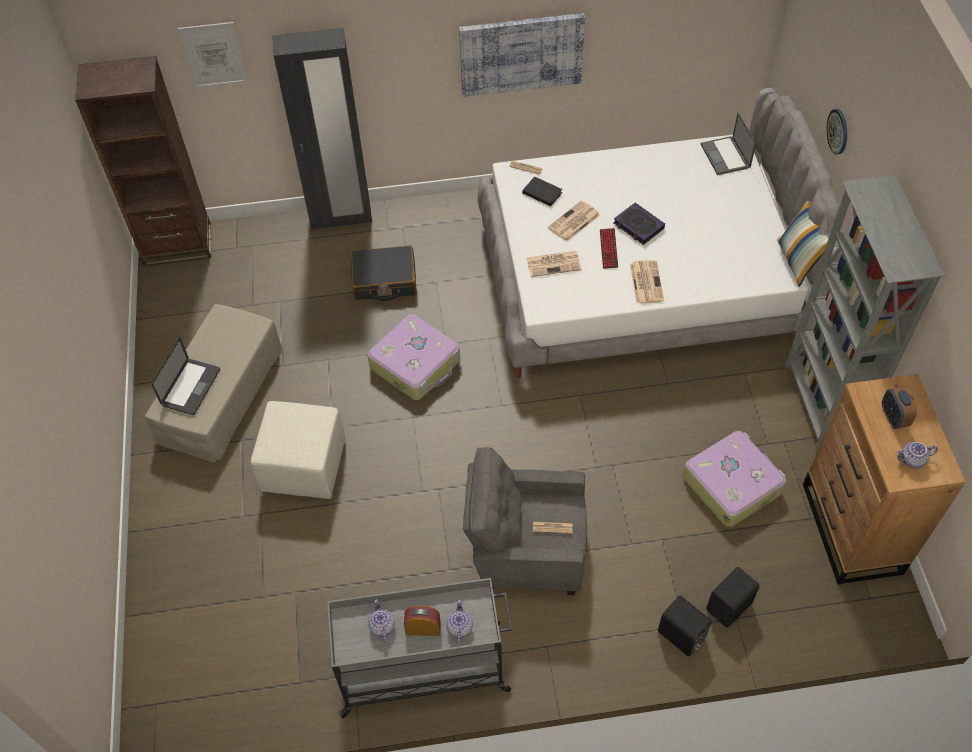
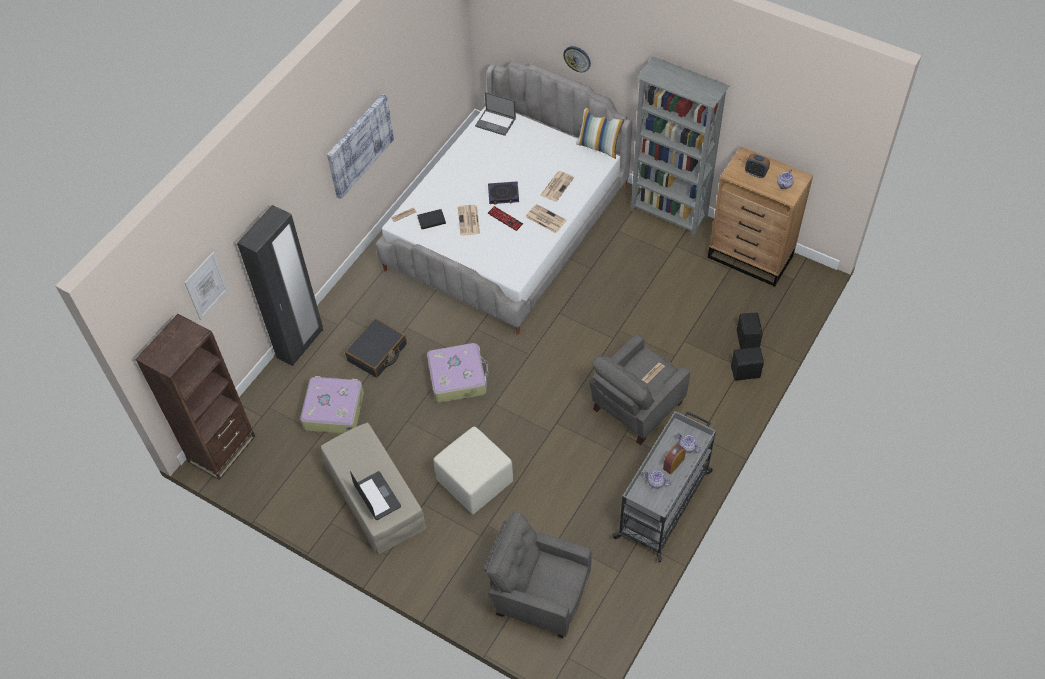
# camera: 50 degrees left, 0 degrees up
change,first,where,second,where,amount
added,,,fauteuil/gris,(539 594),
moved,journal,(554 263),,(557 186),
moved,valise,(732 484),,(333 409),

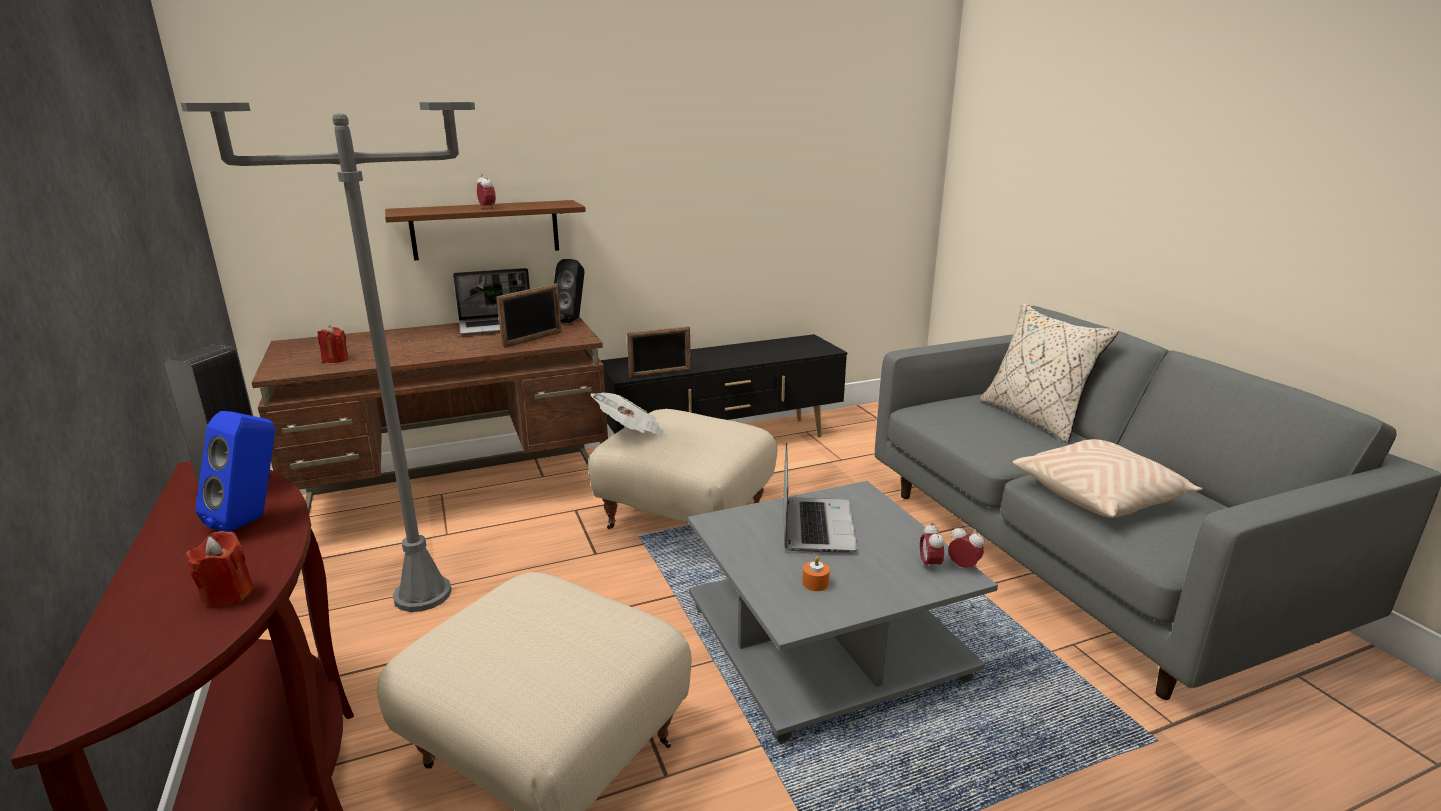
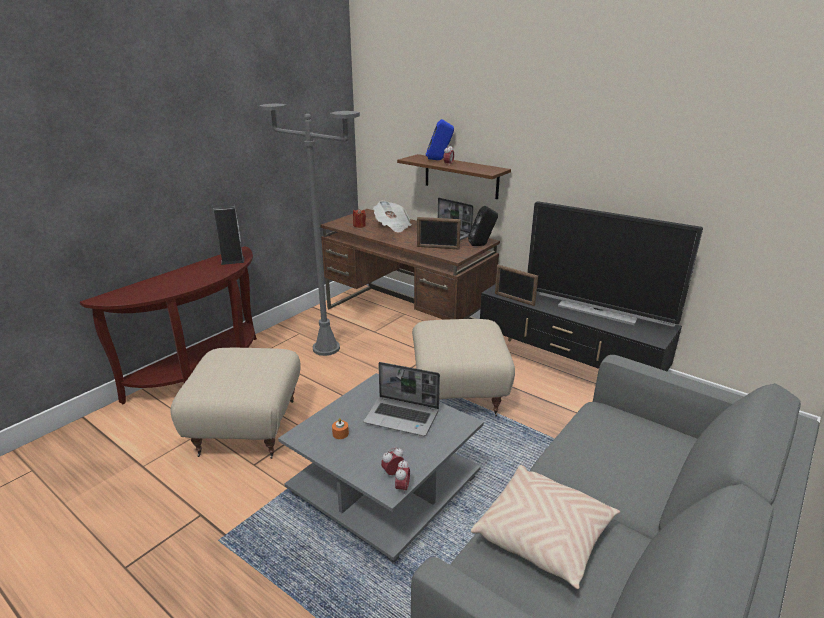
# camera: 60 degrees right, 5 degrees up
change,first,where,second,where,amount
removed,bougie/rouge,(228 594),,,
removed,coussin/beige,(1035 418),,,
added,,,téléviseur,(598 311),
moved,enceinte/bleu,(252 520),,(439 160),
moved,journal,(631 432),,(392 226),
turned,ordinateur portable,(815 526),,(403 417),45 degrees clockwise

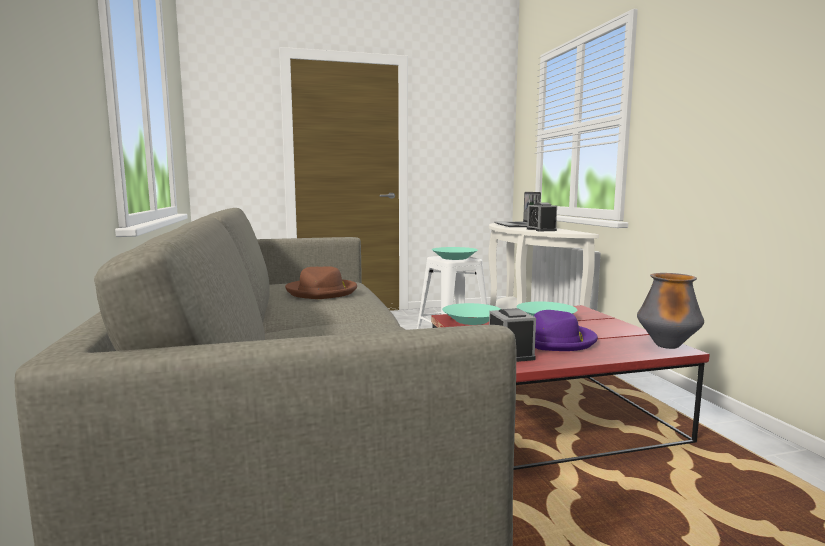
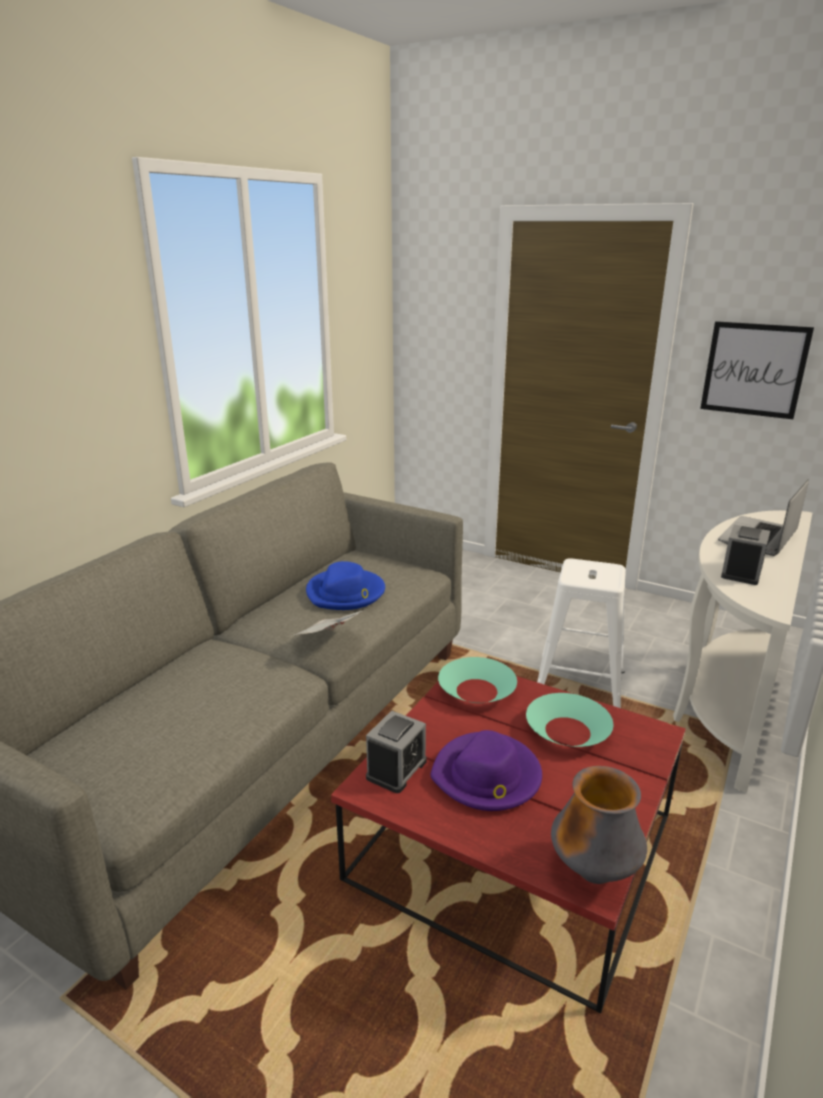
# camera: 45 degrees right, 15 degrees up
change,first,where,second,where,amount
removed,bol/turquoise,(454 258),,,
added,,,journal,(329 641),
added,,,tableau,(754 369),
recoloured,chapeau/marron,(322 292),chapeau/bleu,(346 593),

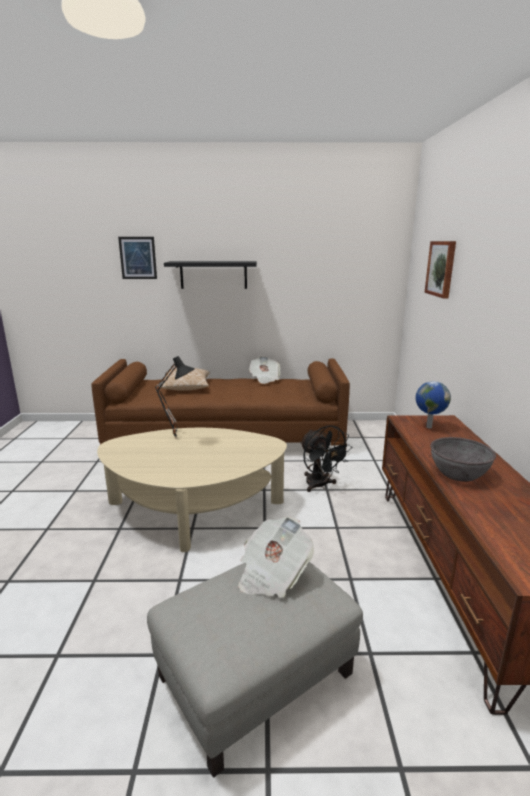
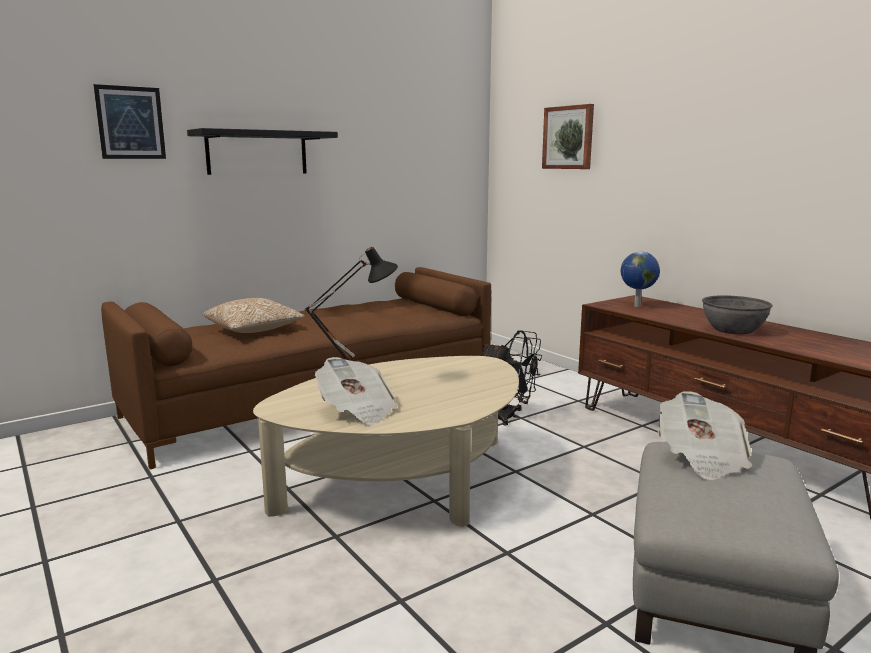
# camera: 35 degrees left, 5 degrees down
change,first,where,second,where,amount
moved,journal,(264 378),,(357 411),

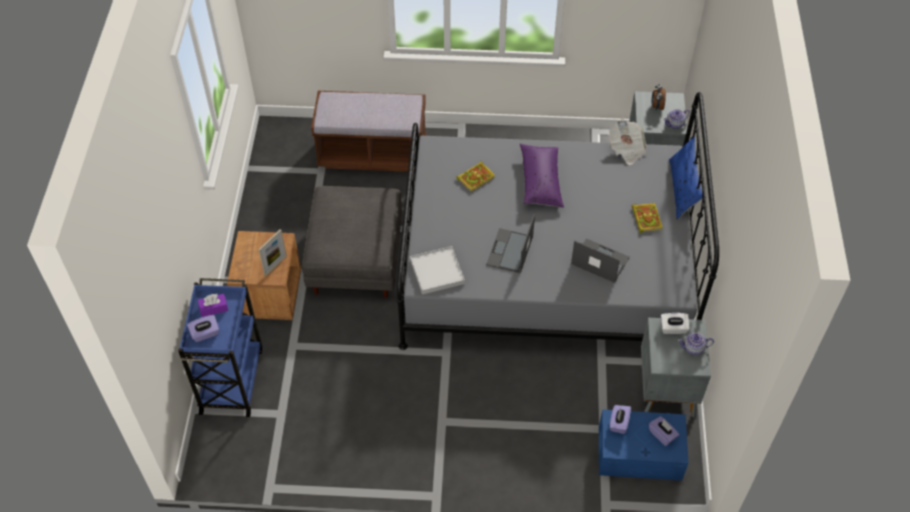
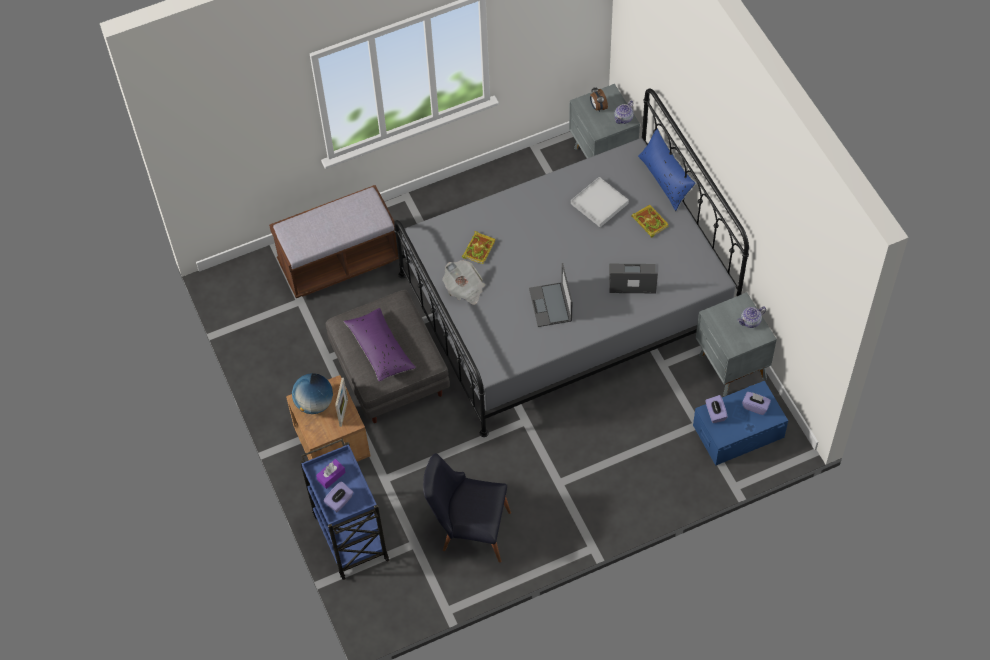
# camera: 25 degrees left, 5 degrees up
change,first,where,second,where,amount
removed,boîte à mouchoirs/blanc,(673 328),,,
added,,,globe,(314 403),
added,,,chaise/noir,(469 529),
moved,plateau/blanc,(437 271),,(599 203),
moved,coussin/violet,(540 181),,(380 349),
moved,journal,(626 149),,(464 289),

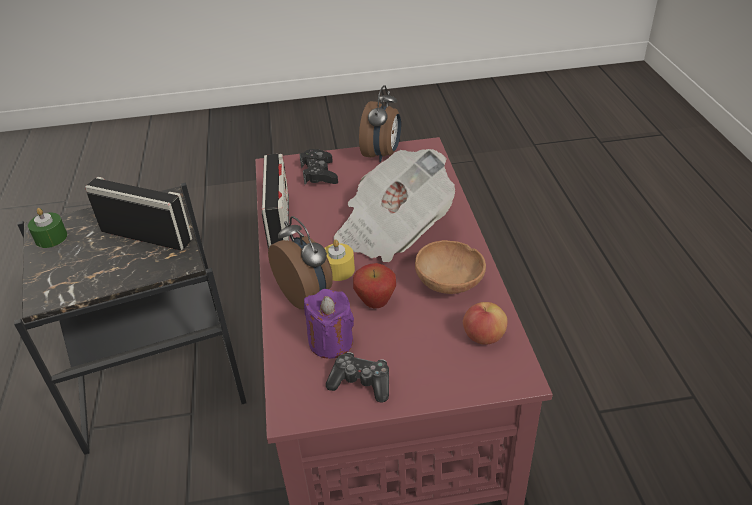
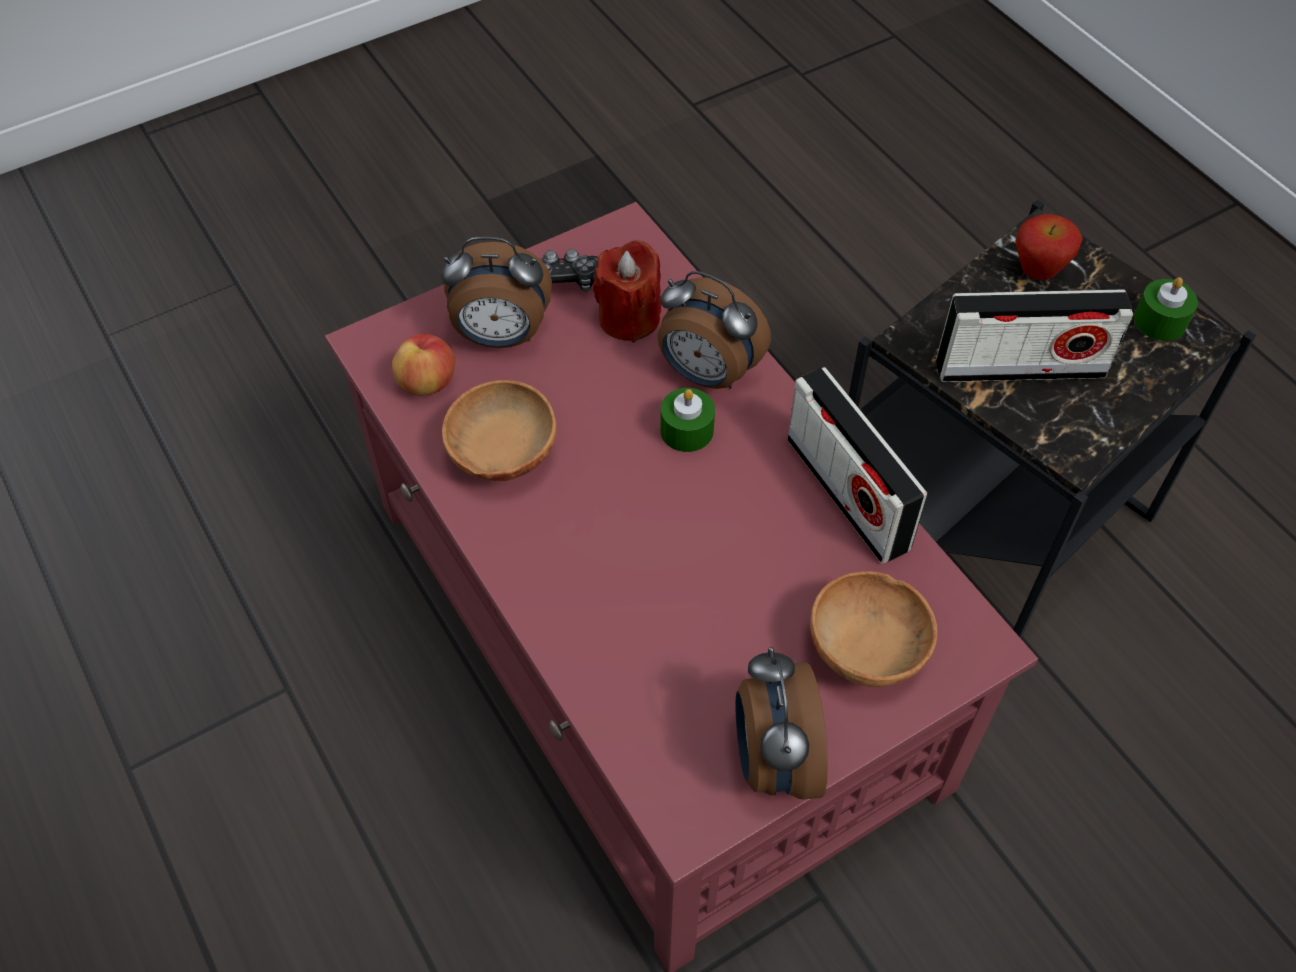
# camera: 155 degrees right, 15 degrees up
change,first,where,second,where,amount
removed,journal,(392 230),,,
added,,,réveil,(501 337),
moved,pomme,(375 304),,(1037 272),
replaced,manette/noir,(319 173),bol/marron,(869 649),
recoloured,bougie/violet,(331 342),bougie/rouge,(629 318),
recoloured,bougie/jaune,(338 270),bougie/vert,(687 430),

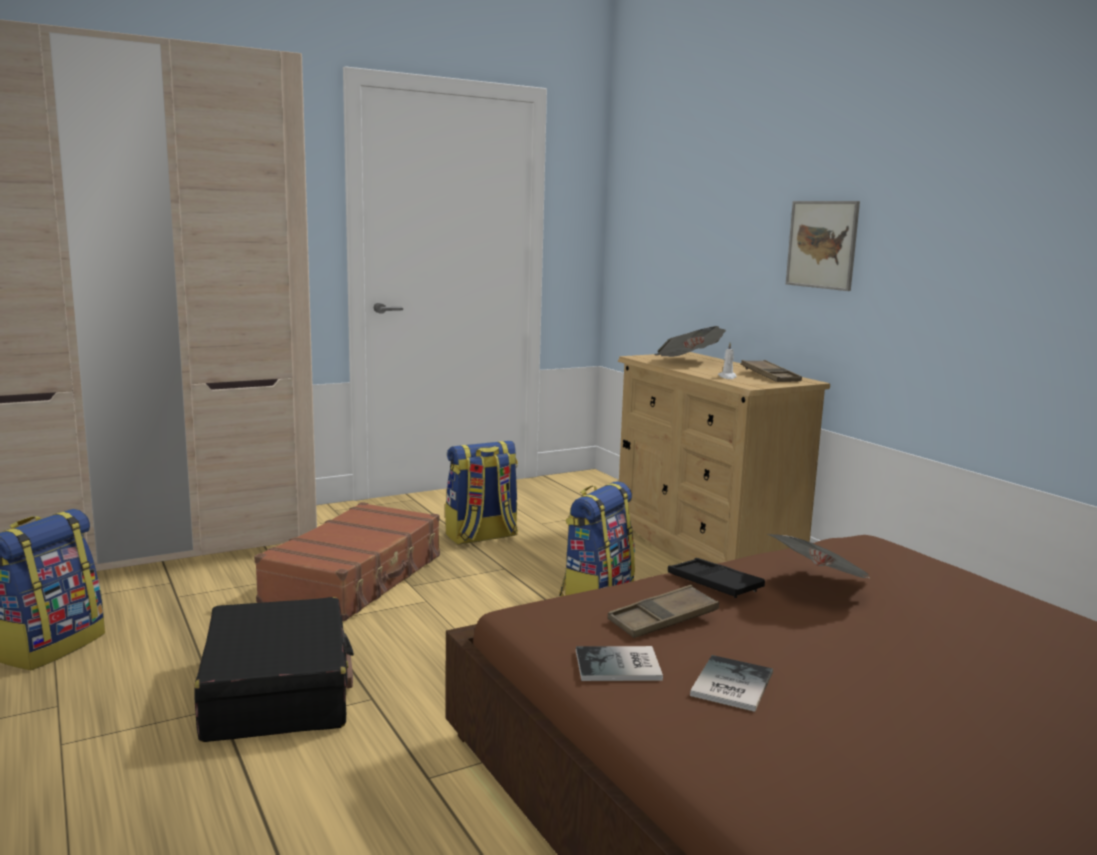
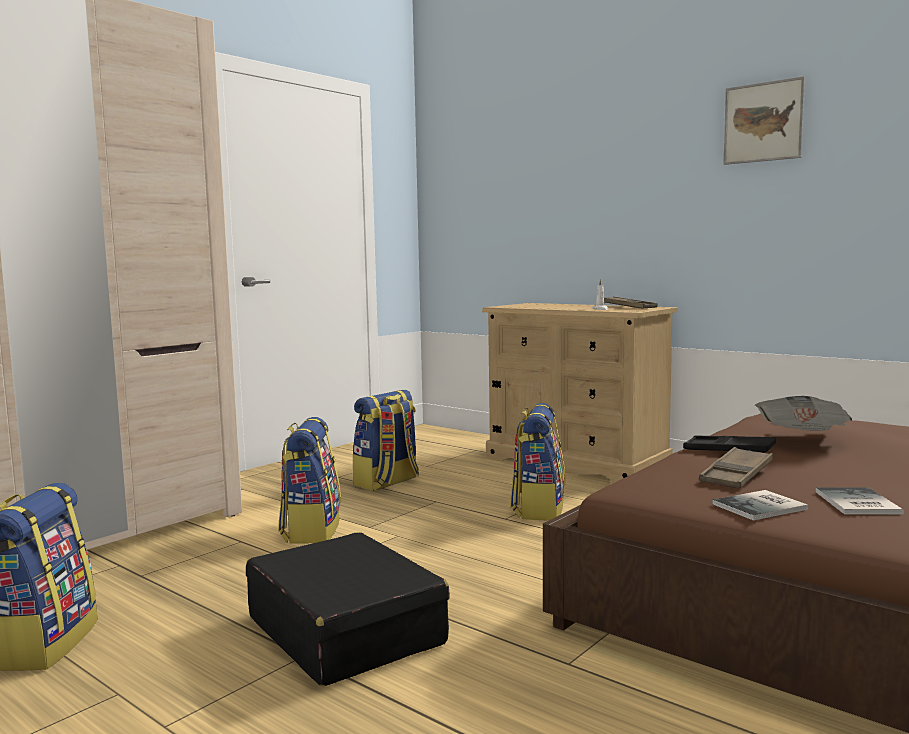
# camera: 20 degrees left, 5 degrees down
change,first,where,second,where,amount
removed,journal,(688 361),,,
moved,tableau,(822 244),,(763 122),
replaced,valise/marron,(356 579),sac à dos,(311 530),

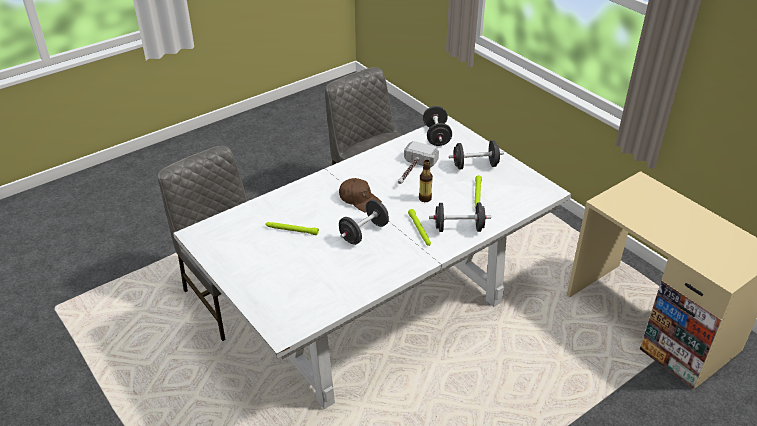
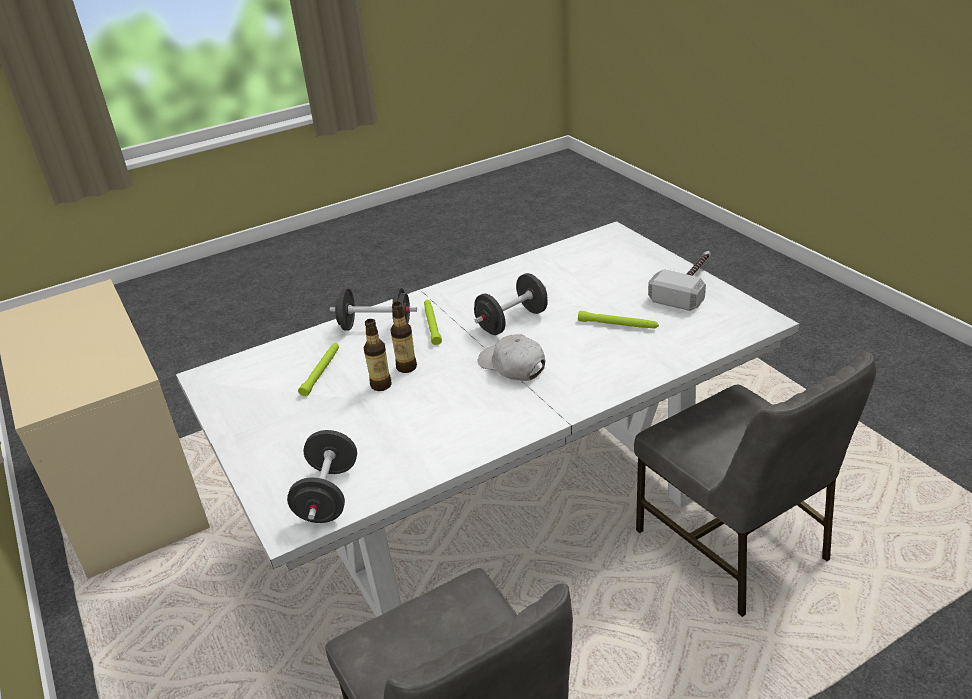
# camera: 170 degrees left, 5 degrees down
change,first,where,second,where,amount
removed,haltère/noir,(475 165),,,
added,,,bouteille,(381 385),
moved,marteau,(412 171),,(689 285),
recoloured,casquette/marron,(359 200),casquette/blanc,(512 366),

